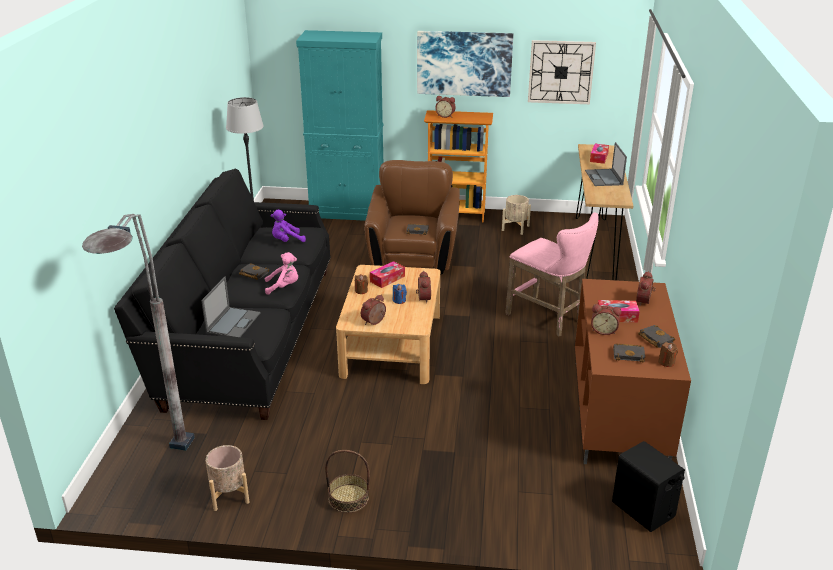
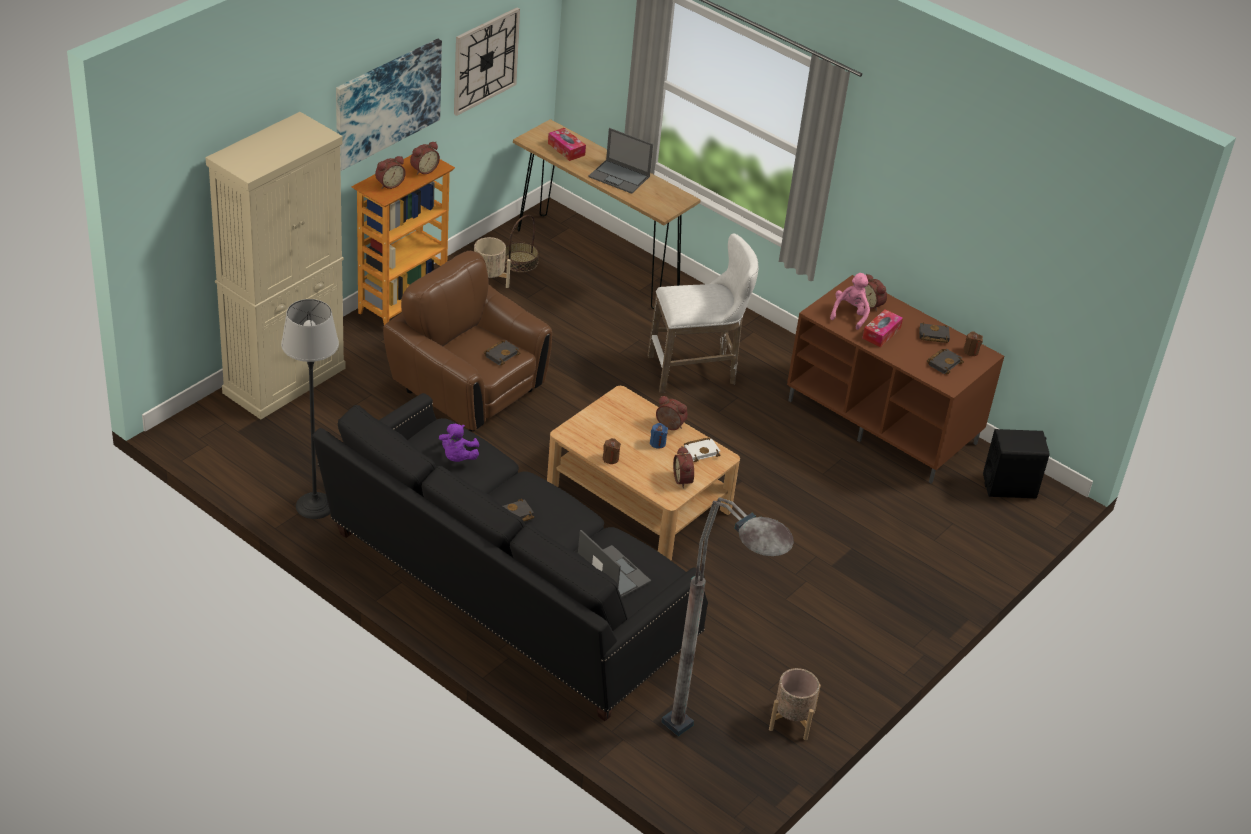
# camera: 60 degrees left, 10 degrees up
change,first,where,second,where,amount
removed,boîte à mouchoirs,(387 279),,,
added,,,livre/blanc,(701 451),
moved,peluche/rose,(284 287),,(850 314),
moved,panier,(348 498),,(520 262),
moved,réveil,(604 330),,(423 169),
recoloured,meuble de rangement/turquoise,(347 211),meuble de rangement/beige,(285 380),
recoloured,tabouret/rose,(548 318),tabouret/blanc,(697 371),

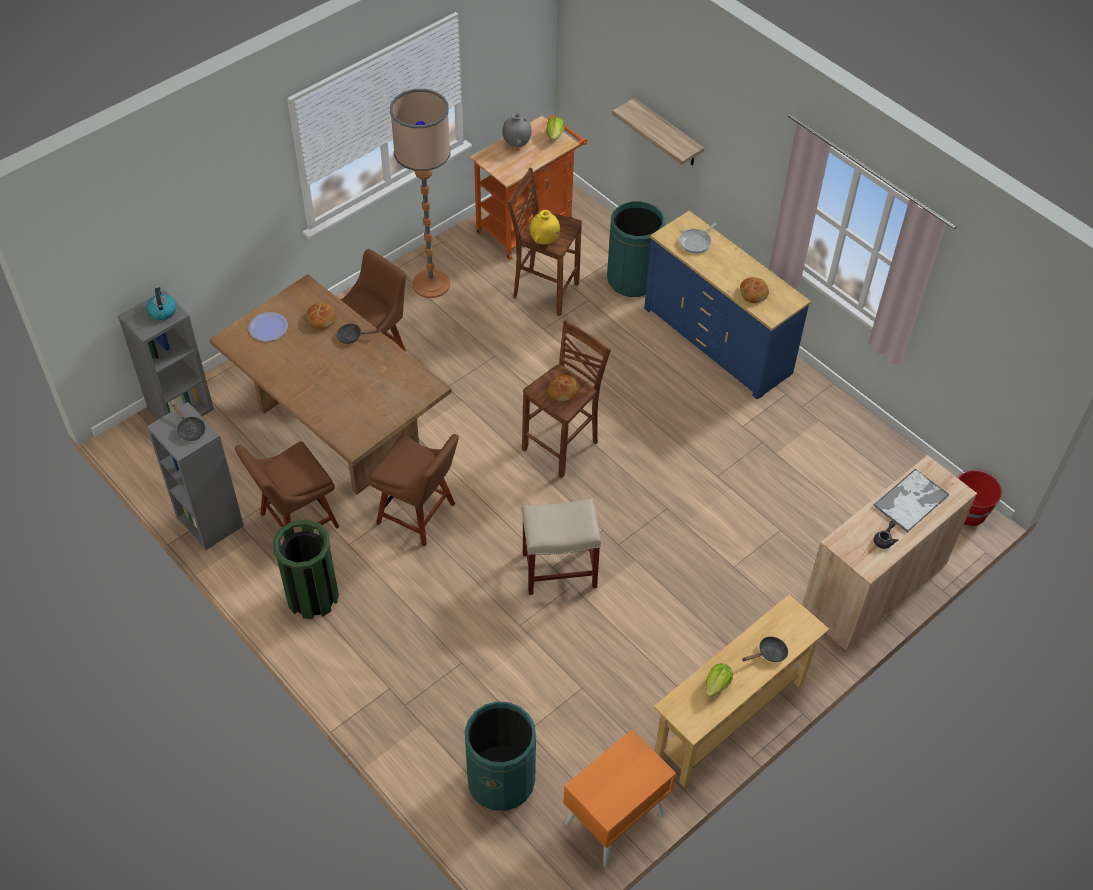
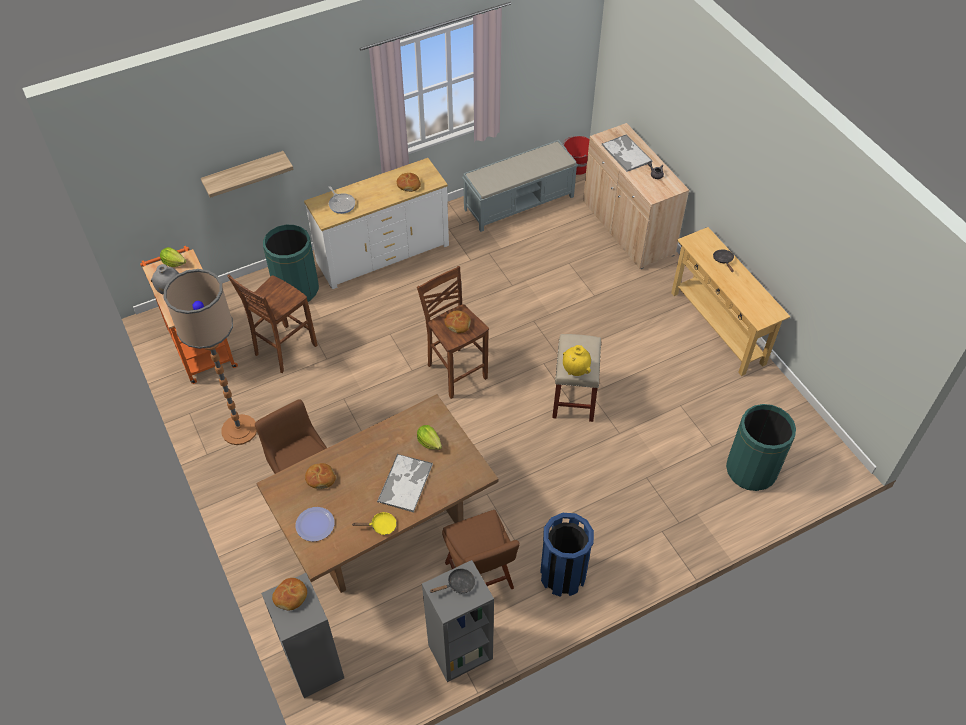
# camera: 75 degrees left, 0 degrees up
change,first,where,second,where,amount
removed,poêle/noir,(352 336),,,
removed,chaise/marron,(419 515),,,
removed,table de chevet/orange,(614 820),,,
added,,,poêle/jaune,(381 526),
added,,,plateau,(405 482),
added,,,banc/gris,(519 202),
moved,vase/jaune,(544 240),,(576 370),
moved,laitue,(717 685),,(429 442),
replaced,bouilloire,(162 311),pain,(291 596),
recoloured,poubelle/vert,(312 596),poubelle/bleu,(562 575),
recoloured,commode/bleu,(717 340),commode/blanc,(382 253),

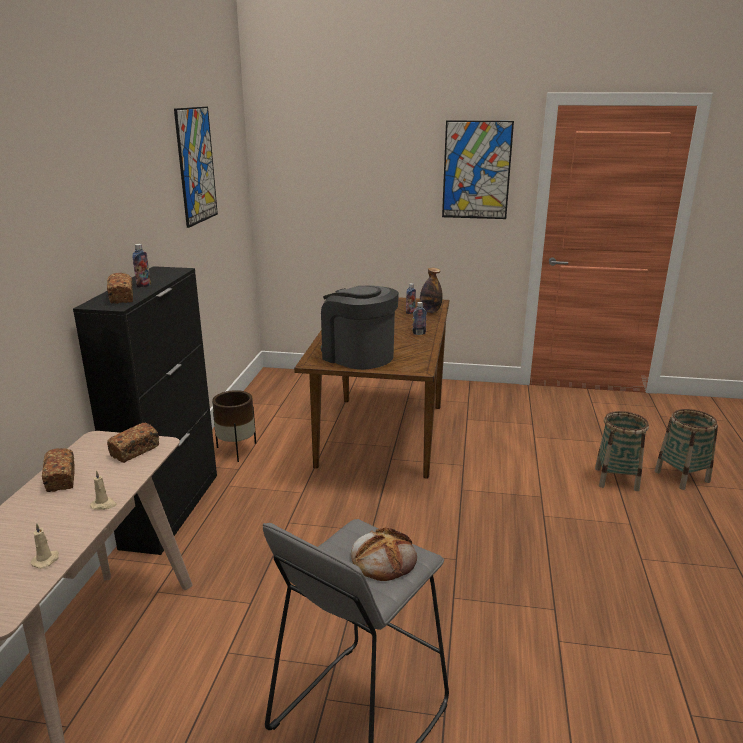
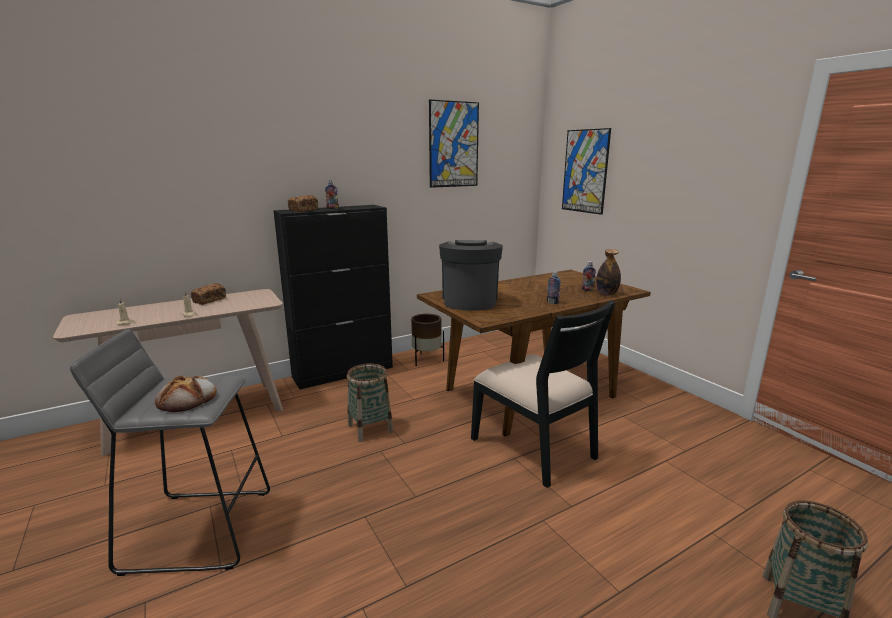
# camera: 50 degrees right, 5 degrees down
change,first,where,second,where,amount
removed,pain,(135 451),,,
added,,,chaise/noir,(534 447),
moved,tableau,(476 170),,(585 171),
moved,panier,(616 479),,(370 428),

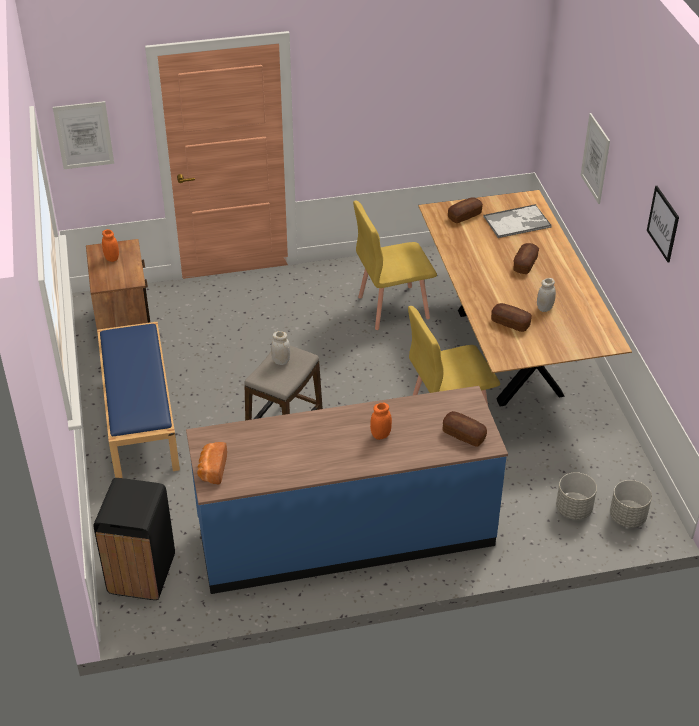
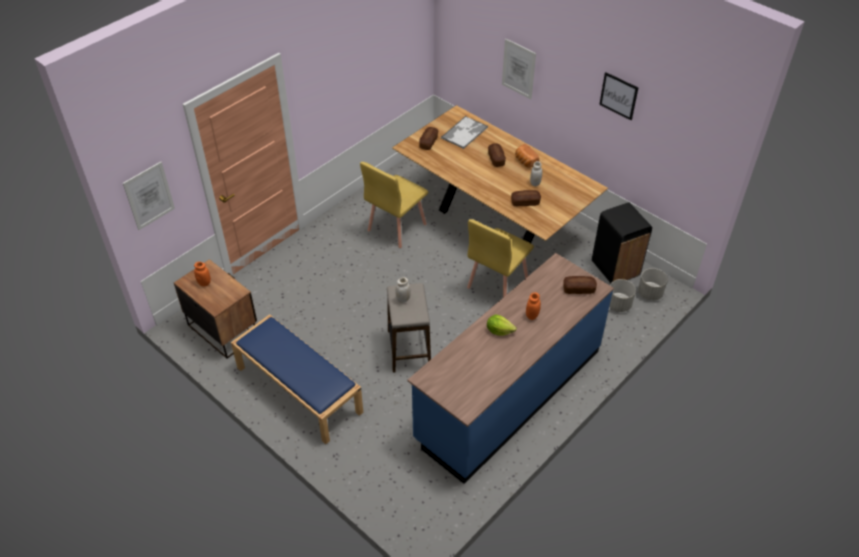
# camera: 35 degrees left, 5 degrees up
change,first,where,second,where,amount
added,,,laitue,(499 331),
moved,poubelle/noir,(142 574),,(615 268),
moved,pain,(212 470),,(525 162),

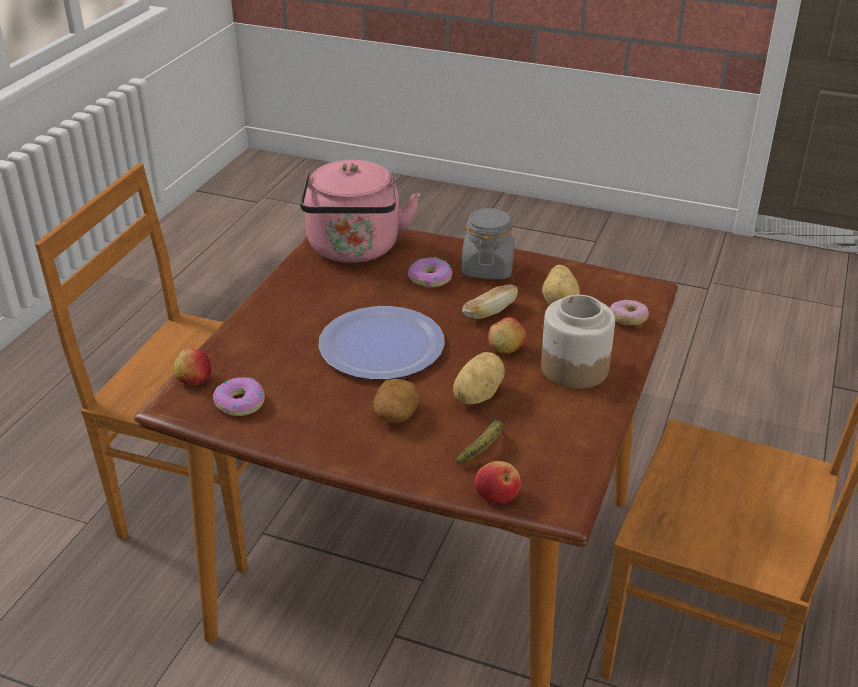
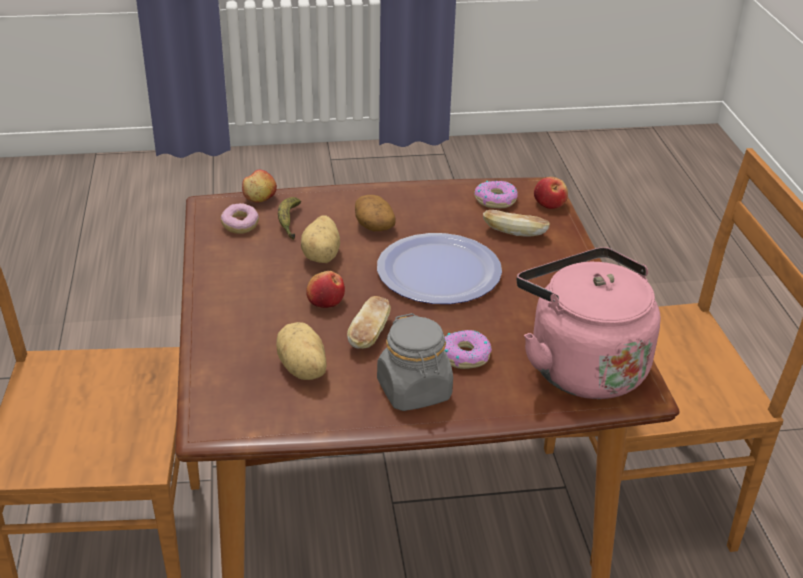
# camera: 150 degrees right, 0 degrees up
change,first,where,second,where,amount
removed,bocal,(574 368),,,
added,,,pain,(514 233),
moved,beignet,(628 320),,(240 226),

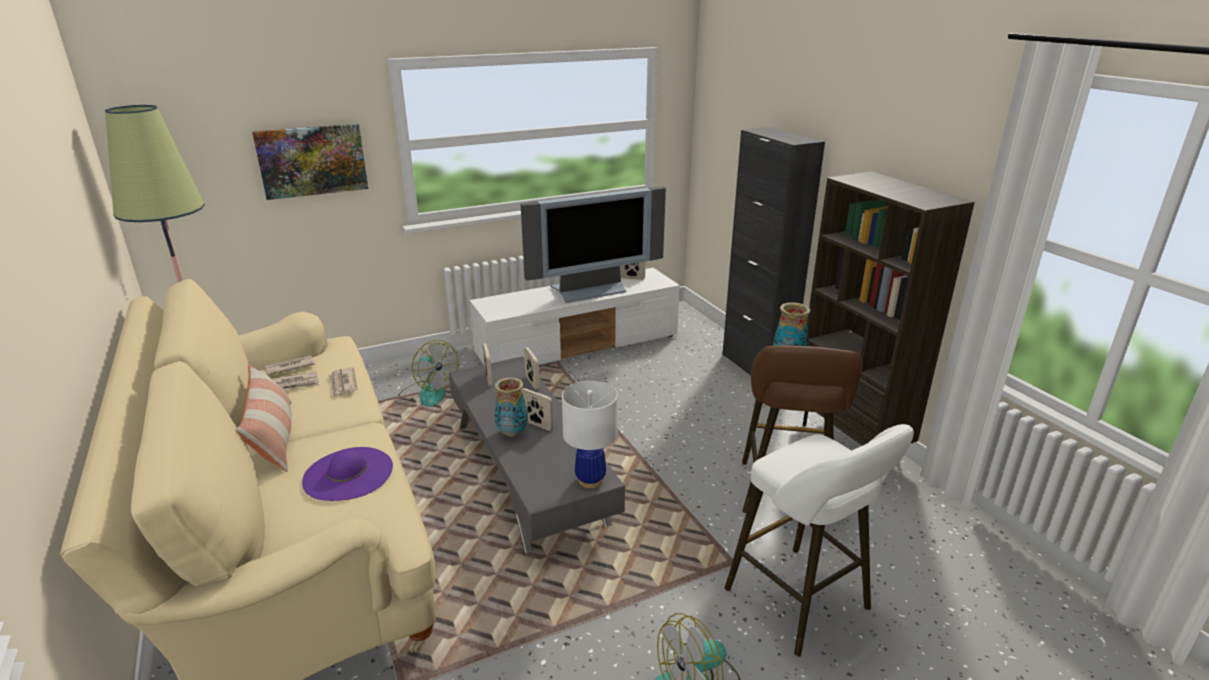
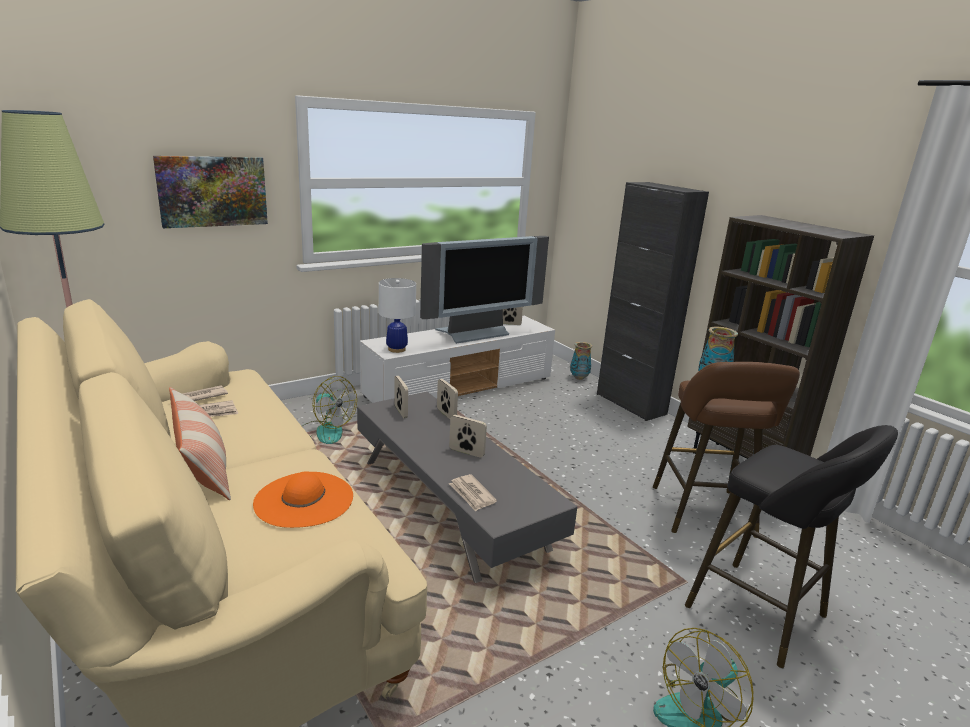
# camera: 10 degrees left, 5 degrees down
change,first,where,second,where,amount
moved,journal,(343 384),,(472 494),
moved,vase,(512 433),,(579 378),
moved,lampe de table/blanc,(590 480),,(396 349),
recoloured,chapeau/violet,(348 474),chapeau/orange,(304 499),
recoloured,tabouret/blanc,(803 603),tabouret/noir,(763 615),

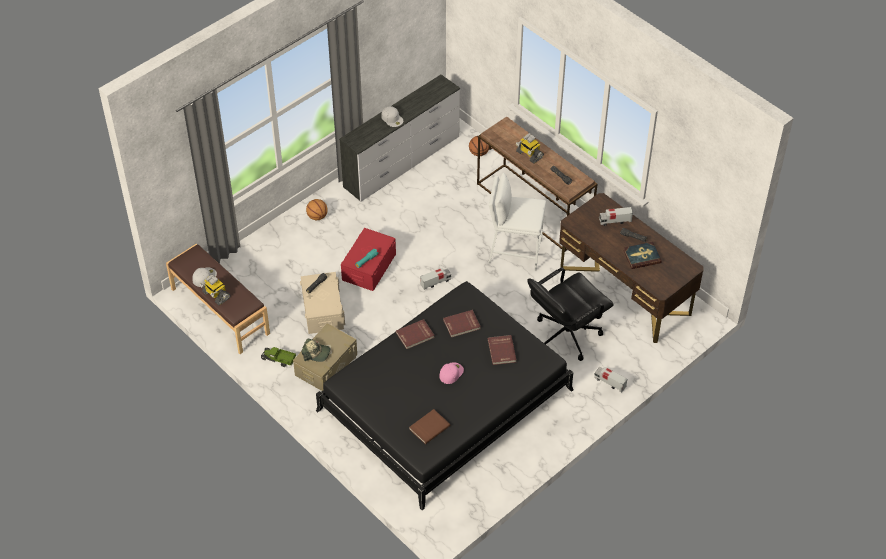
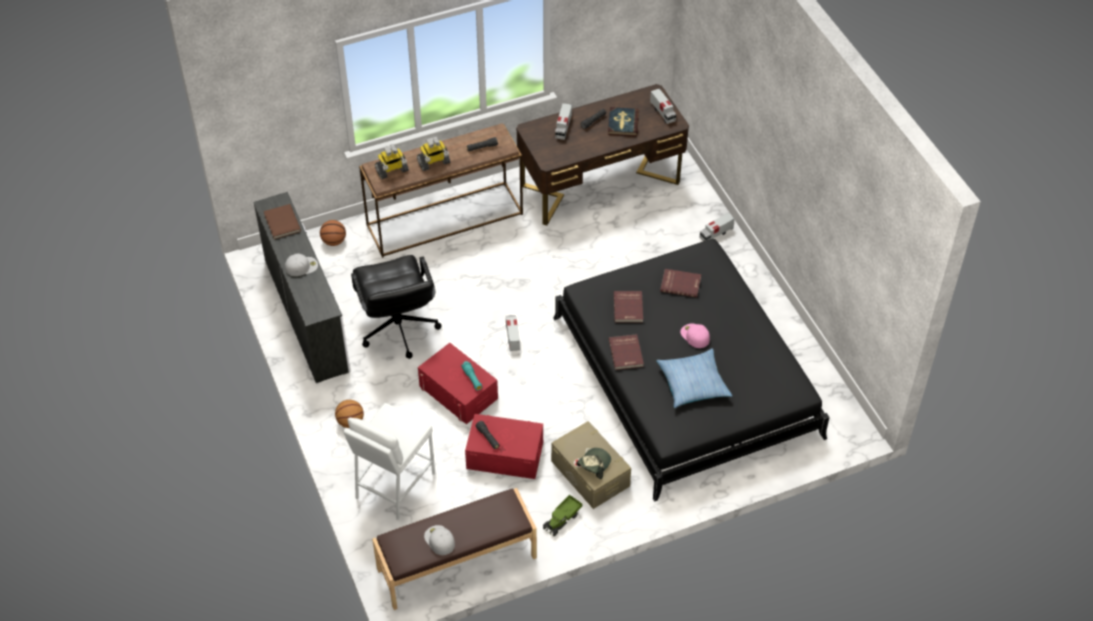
# camera: 70 degrees left, 0 degrees up
change,first,where,second,where,amount
added,,,camion jouet,(662 113),
added,,,coussin,(693 383),
moved,robot jouet,(216 295),,(392 170),
moved,livre/marron,(429 427),,(281 223),
moved,tabouret/blanc,(514 252),,(394 485),
moved,chaise de bureau/noir,(566 335),,(398 329),
recoloured,boîte de rangement/beige,(322 310),boîte de rangement/rouge,(504 455),

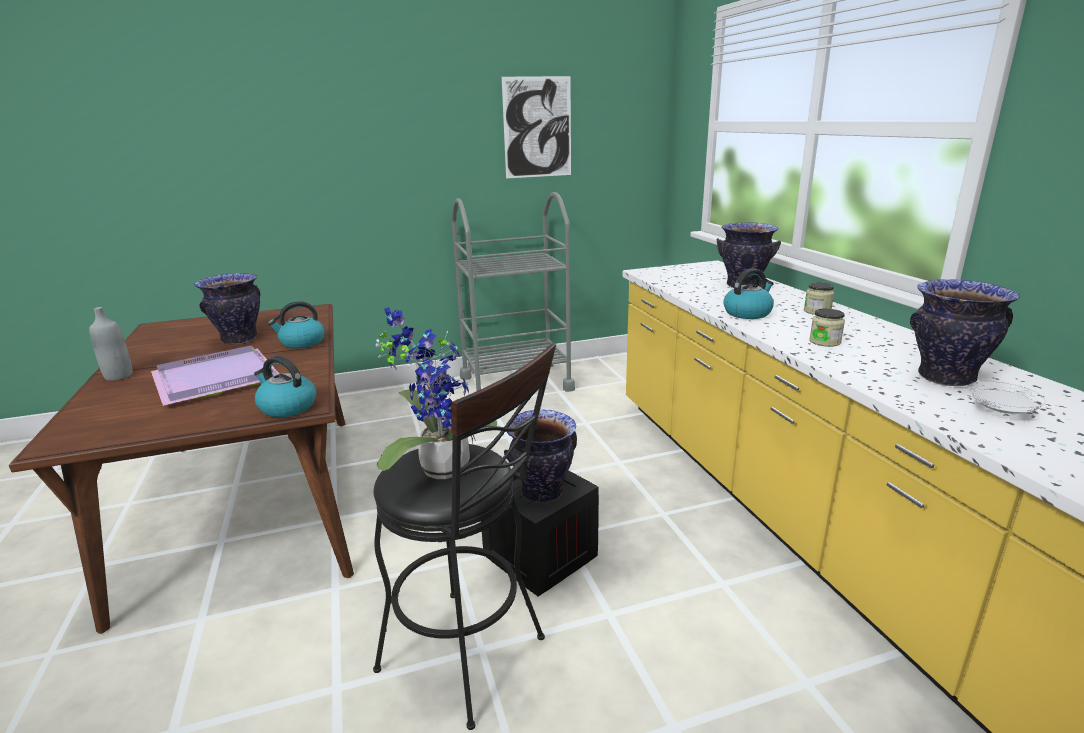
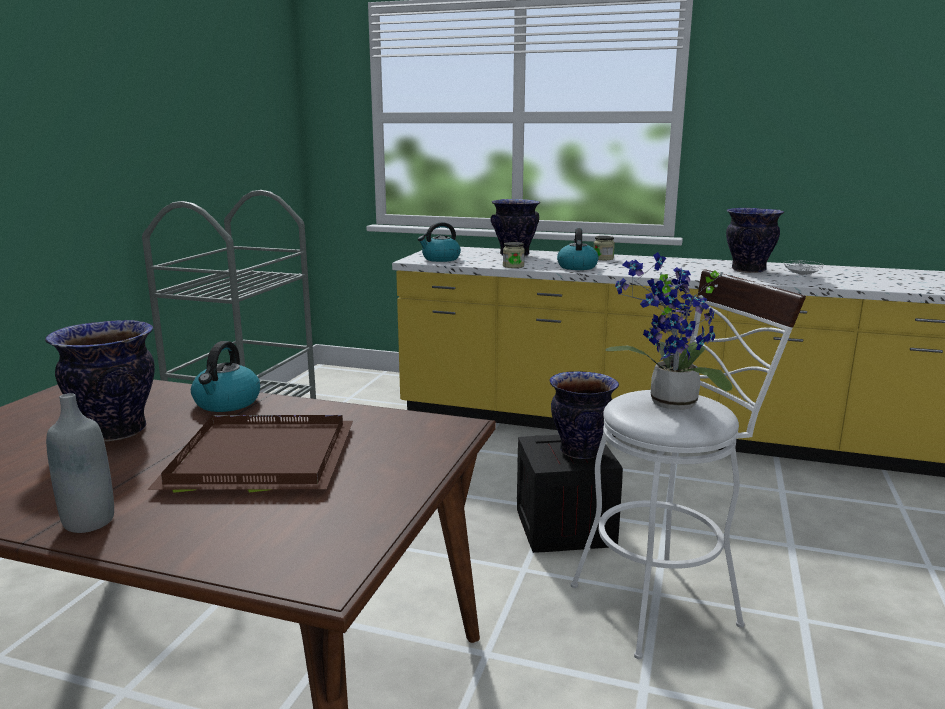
# camera: 55 degrees left, 5 degrees down
change,first,where,second,where,amount
removed,tableau,(537 127),,,
moved,bouilloire,(287 407),,(440 259),
moved,bocal,(825 342),,(513 266),
recoloured,plateau/violet,(213 378),plateau/marron,(257 460),
recoloured,tabouret/noir,(473 659),tabouret/blanc,(665 601),

